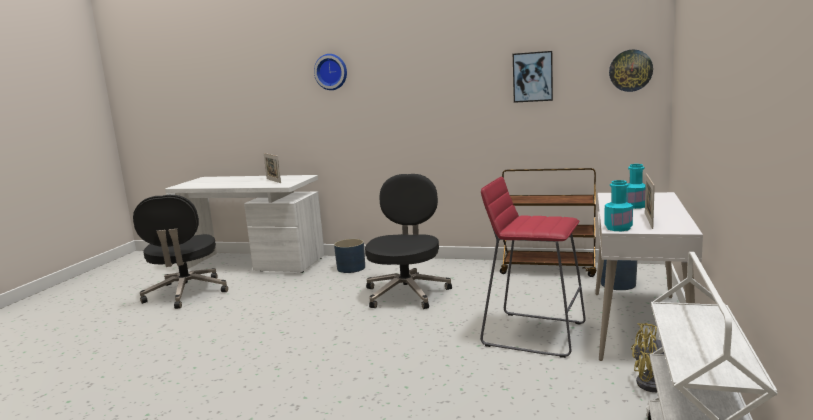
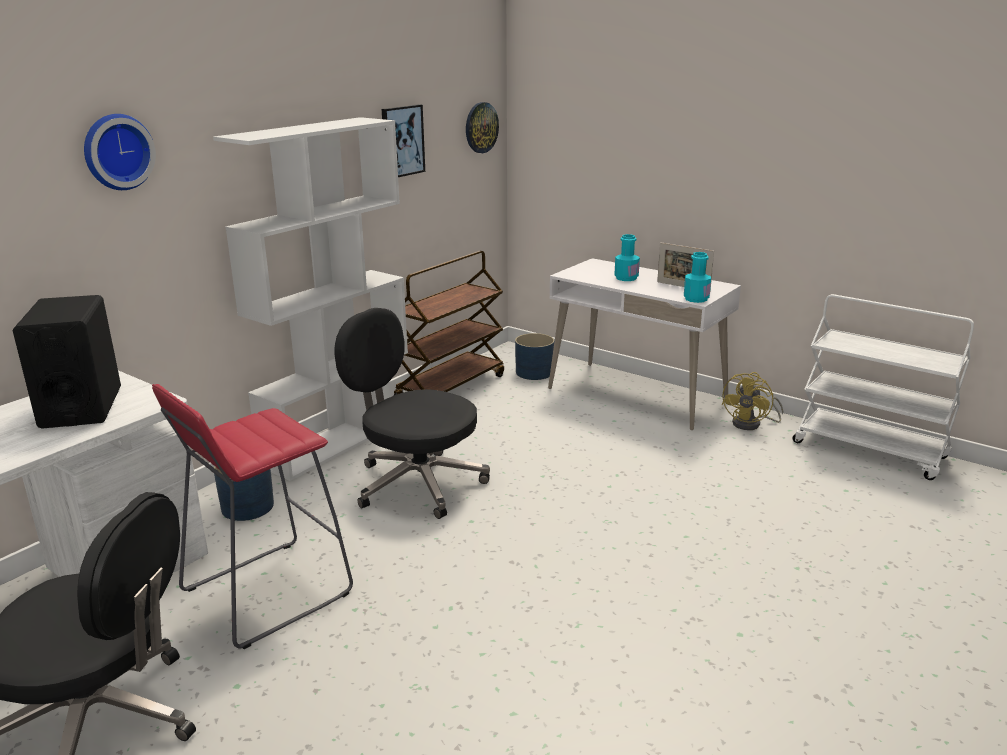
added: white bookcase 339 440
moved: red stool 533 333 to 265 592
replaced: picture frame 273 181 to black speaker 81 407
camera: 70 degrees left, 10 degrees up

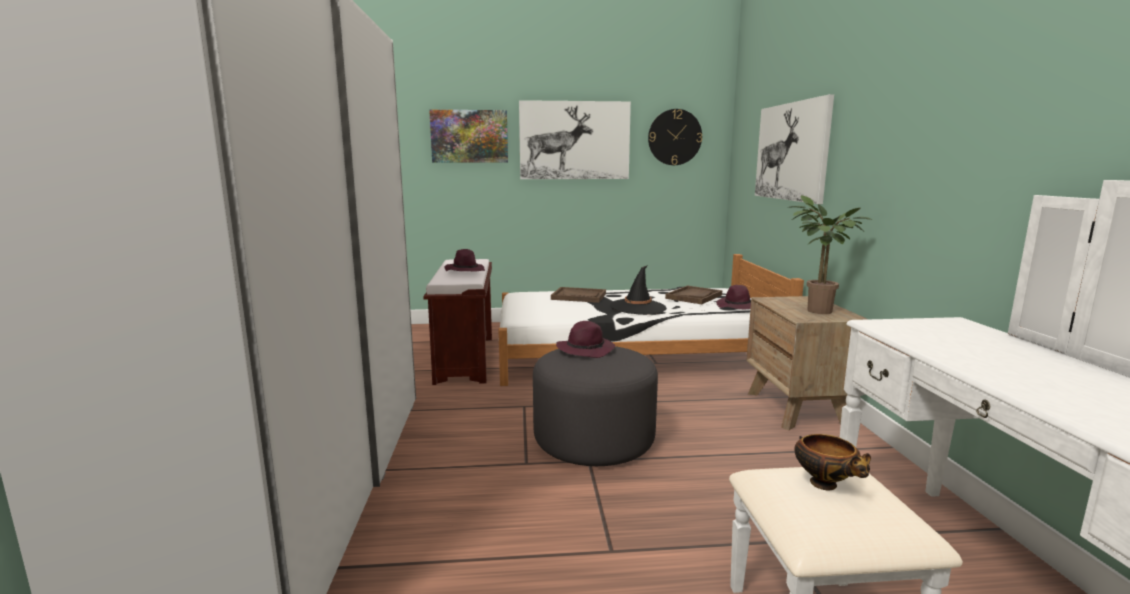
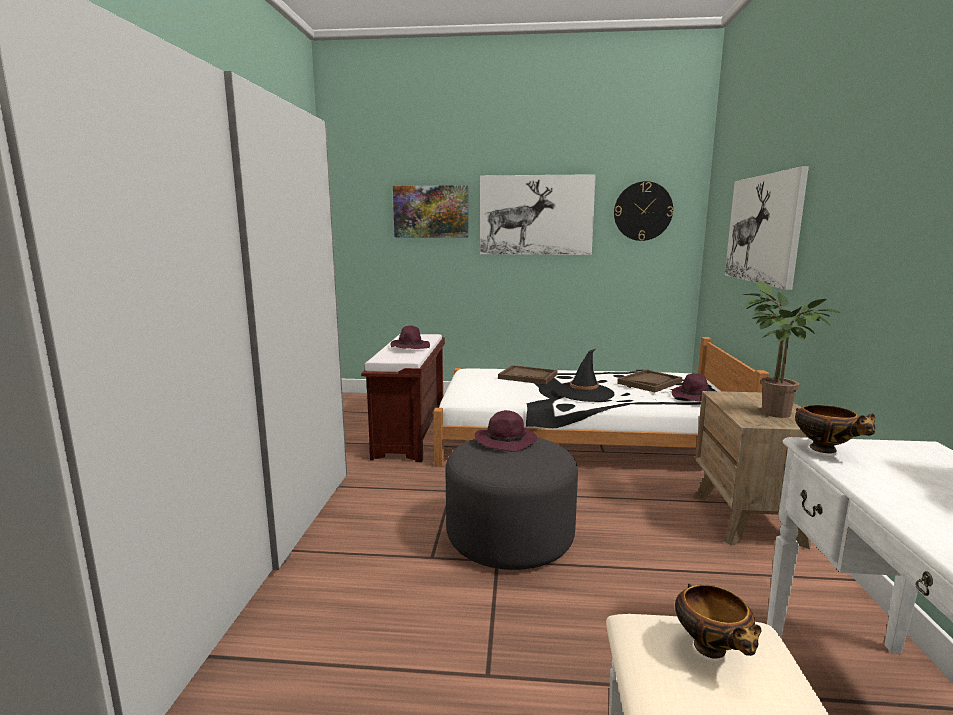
added: bowl 826 450
camera: 10 degrees right, 0 degrees up

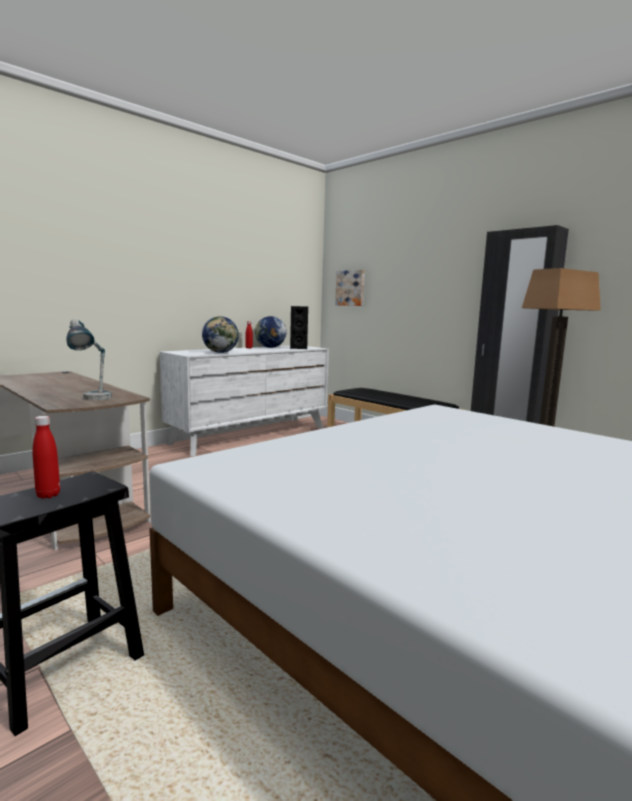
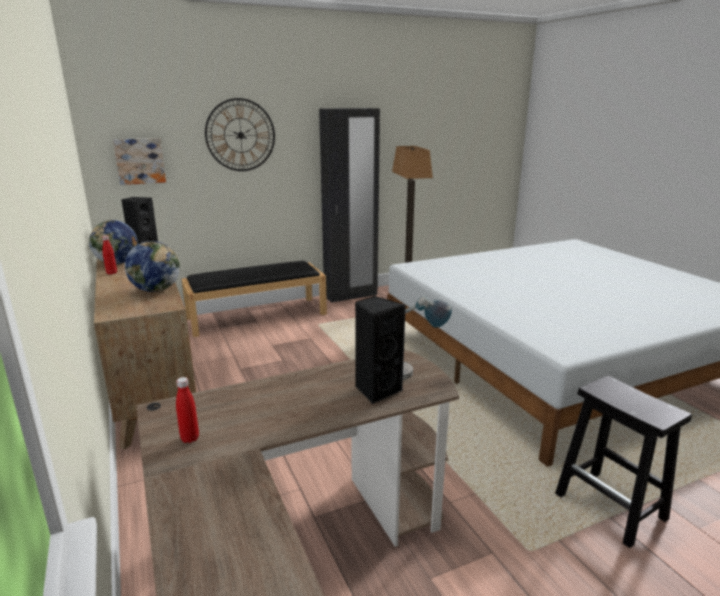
added: wall clock 240 135; black speaker 377 390
moved: red bottle 48 495 to 190 438
recoloured: white dresser 251 435 to brown dresser 151 381
camera: 70 degrees left, 10 degrees up

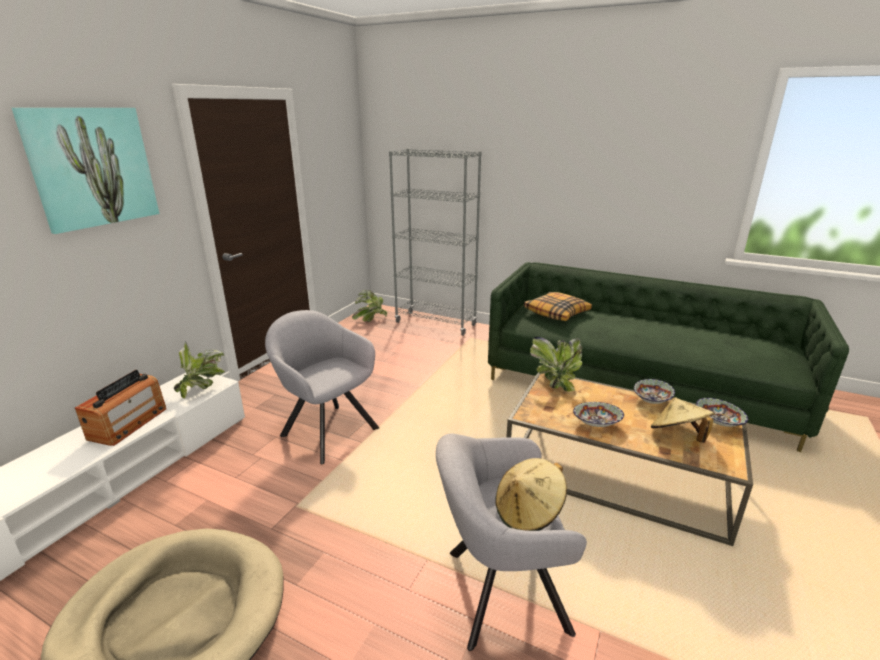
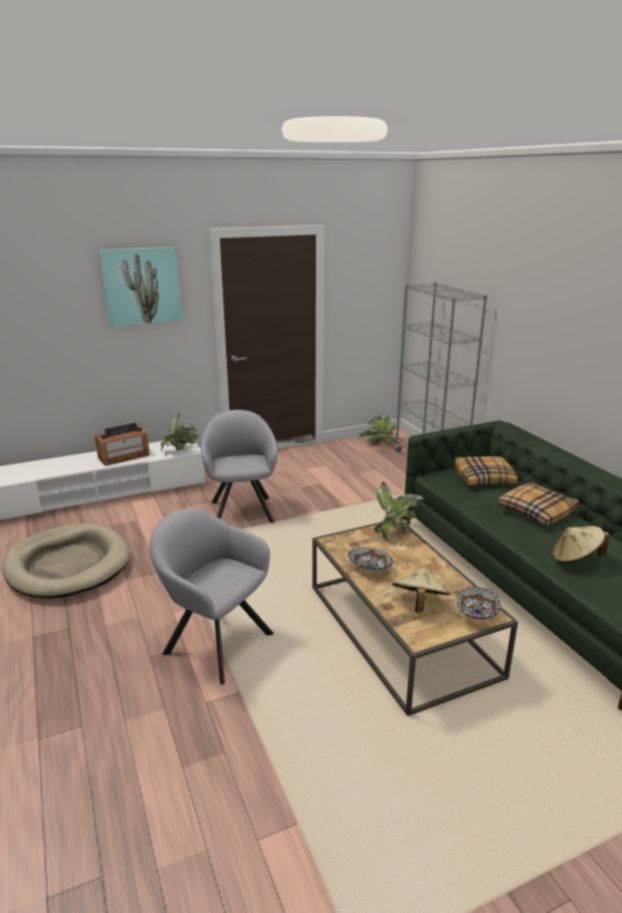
removed: bowl 652 400
added: pillow 536 511
moved: beige hat 528 512 to 575 559
camera: 40 degrees right, 0 degrees up

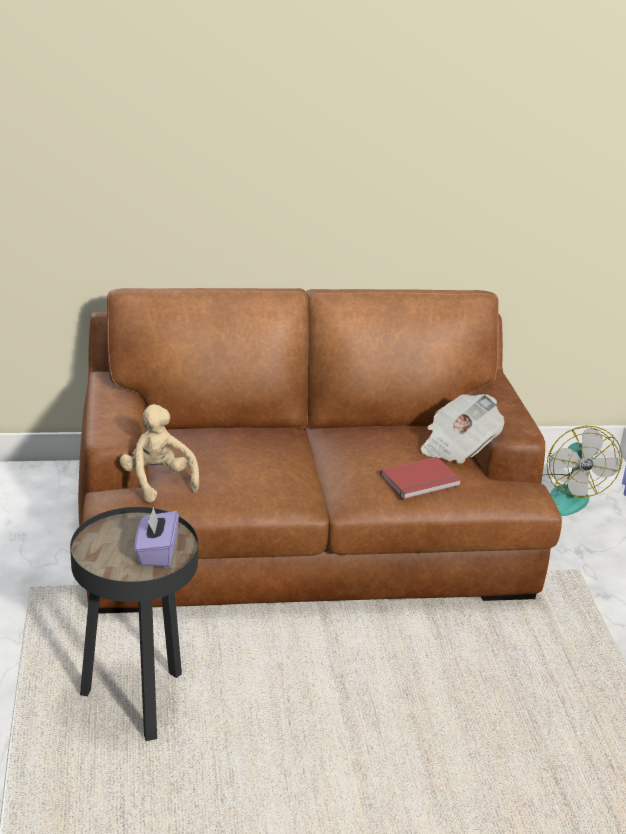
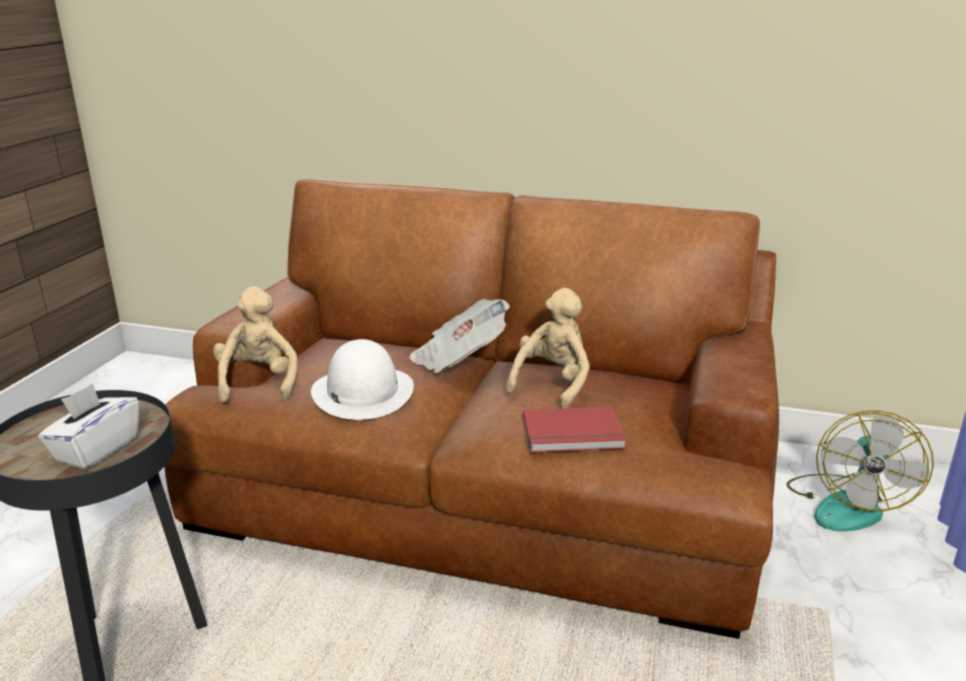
added: beige plush toy 552 384; white hat 362 391
moved: newspaper 458 447 to 459 358
recoloured: purple tissue box 157 553 to white tissue box 96 449
camera: 25 degrees right, 5 degrees down

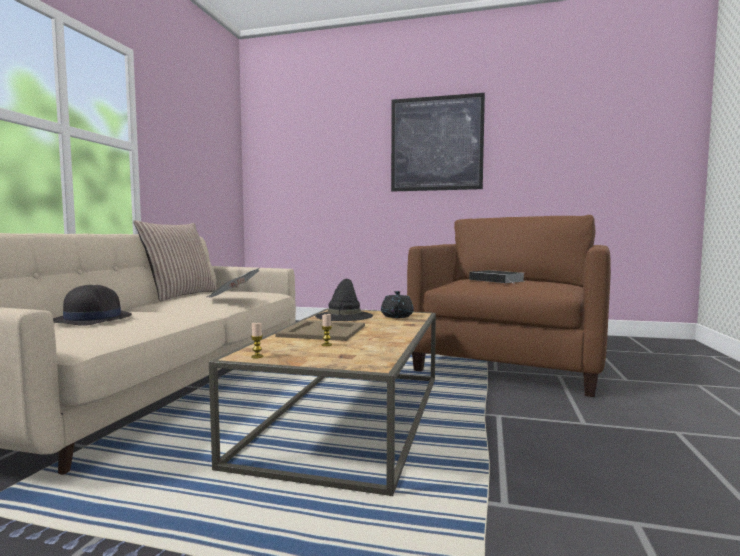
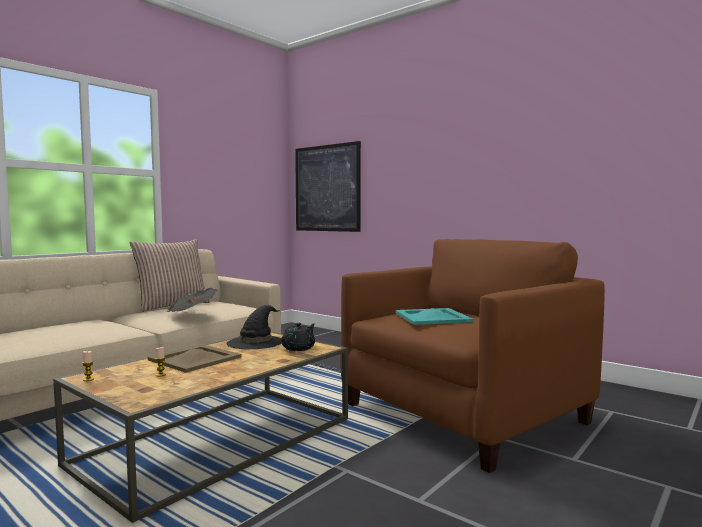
removed: black hat 93 319
moved: picture 436 144 to 327 188
replaced: book 498 280 to turquoise tray 432 317
camera: 25 degrees right, 0 degrees up

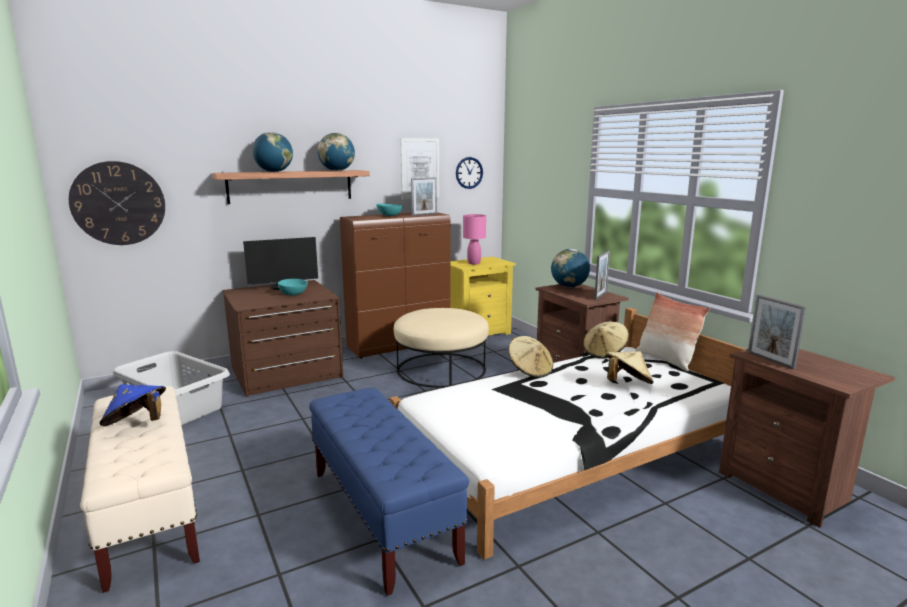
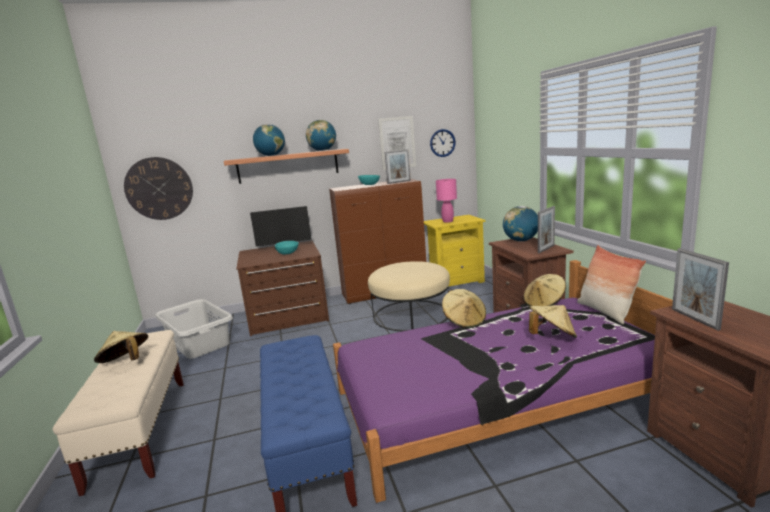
recoloured: white bed 572 452 to purple bed 499 399; blue hat 137 424 to beige hat 126 362
camera: 15 degrees right, 0 degrees up

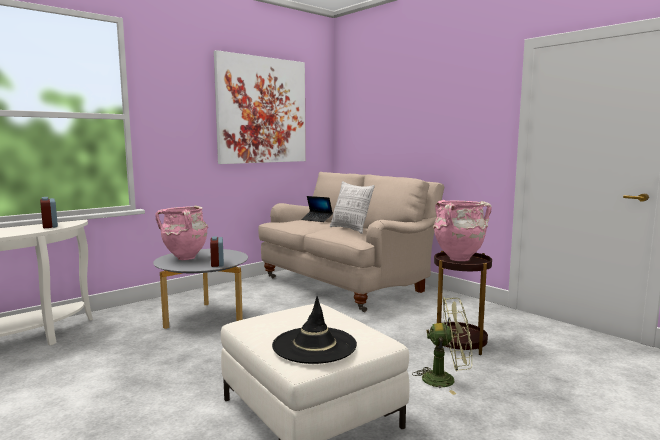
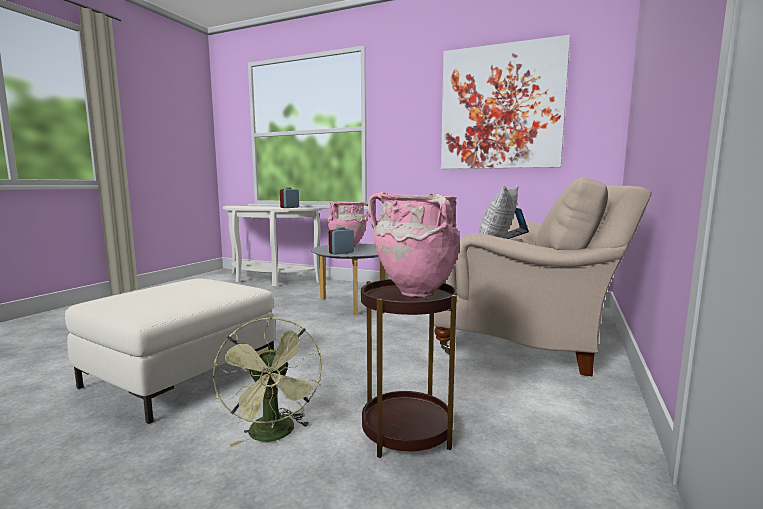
removed: black hat 314 345
camera: 65 degrees right, 0 degrees up

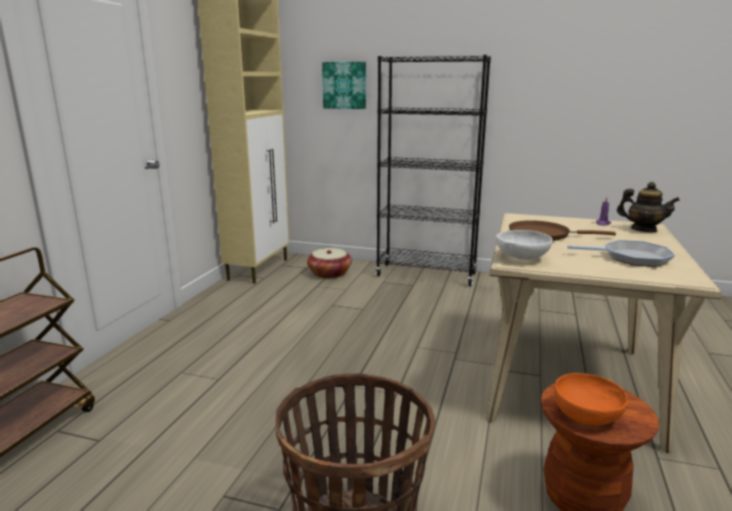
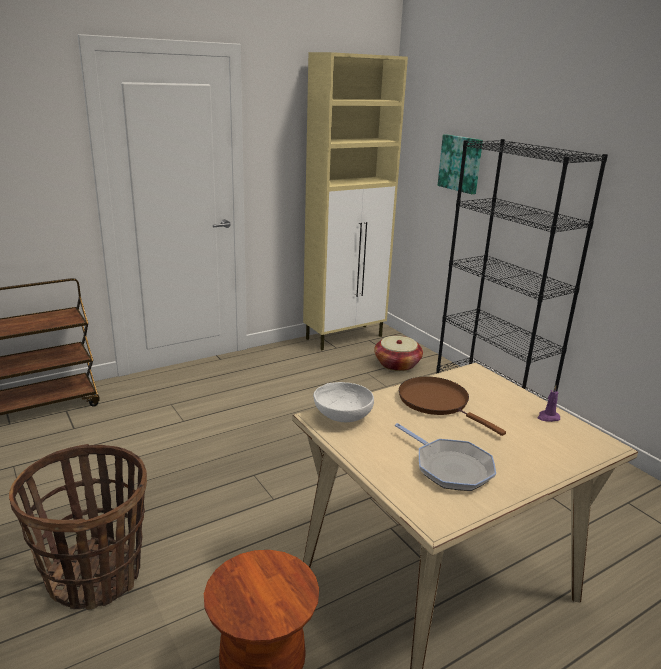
removed: teapot 643 230; orange bowl 586 415
camera: 40 degrees right, 5 degrees up

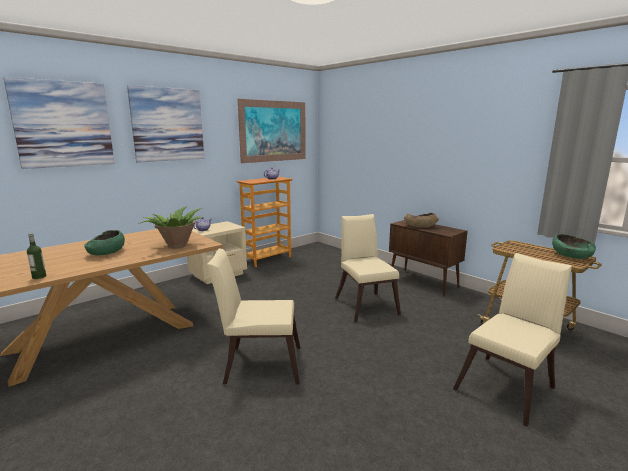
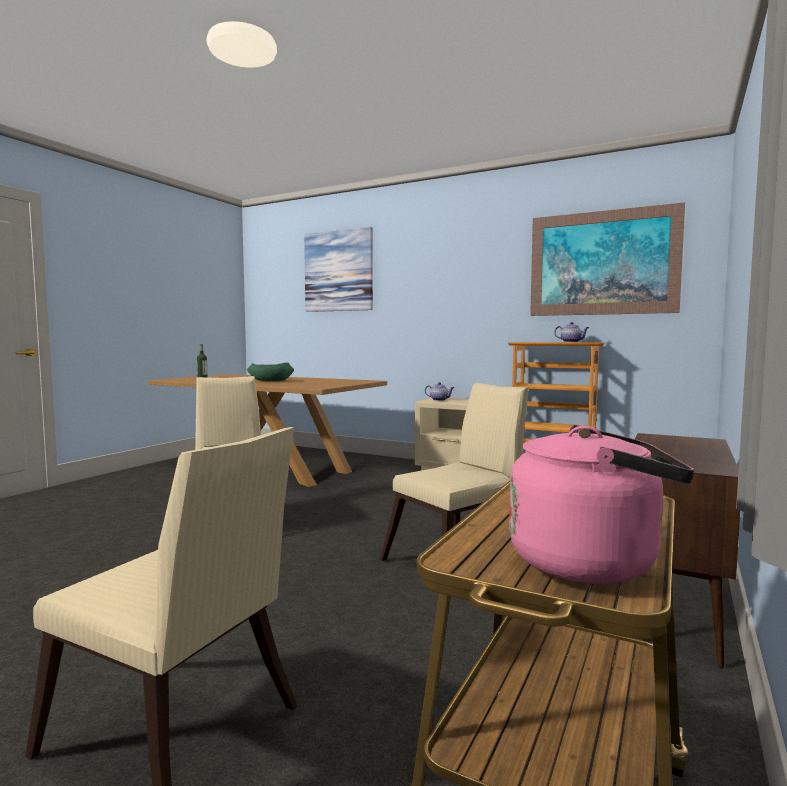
removed: picture 168 124; potted plant 176 246; brown bowl 420 226
replaced: green bowl 571 255 to pink kettle 591 562
camera: 70 degrees right, 10 degrees down

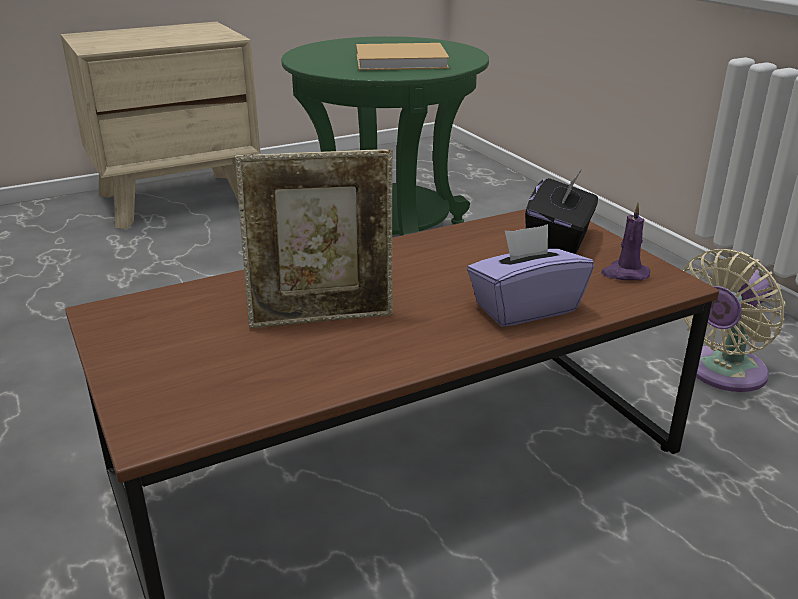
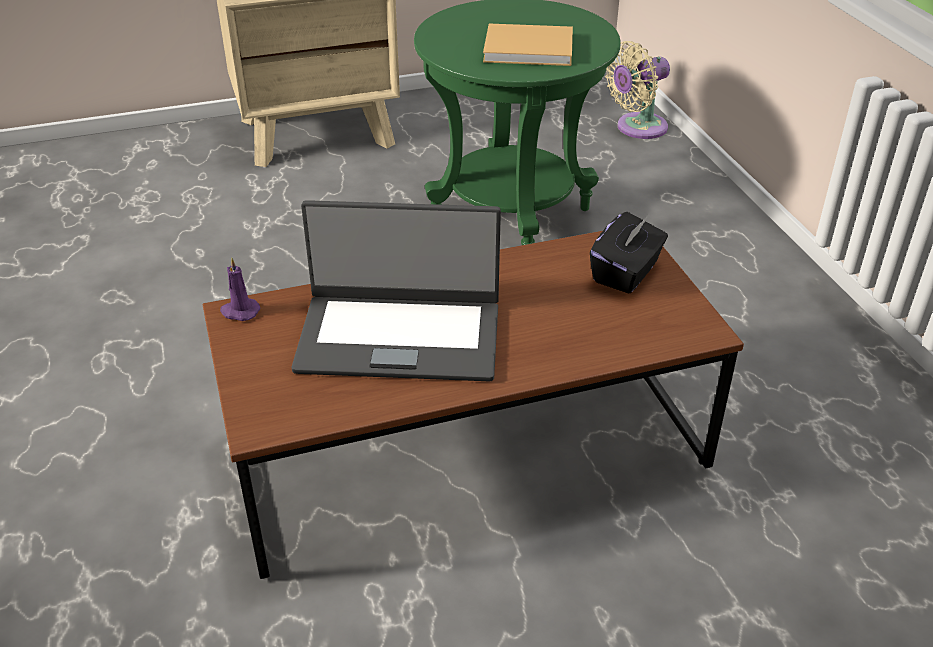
removed: purple tissue box 525 308
moved: purple candle 624 274 to 239 311; beige fan 721 373 to 637 128
replaced: picture frame 322 317 to laptop 399 336
camera: 10 degrees right, 10 degrees up

